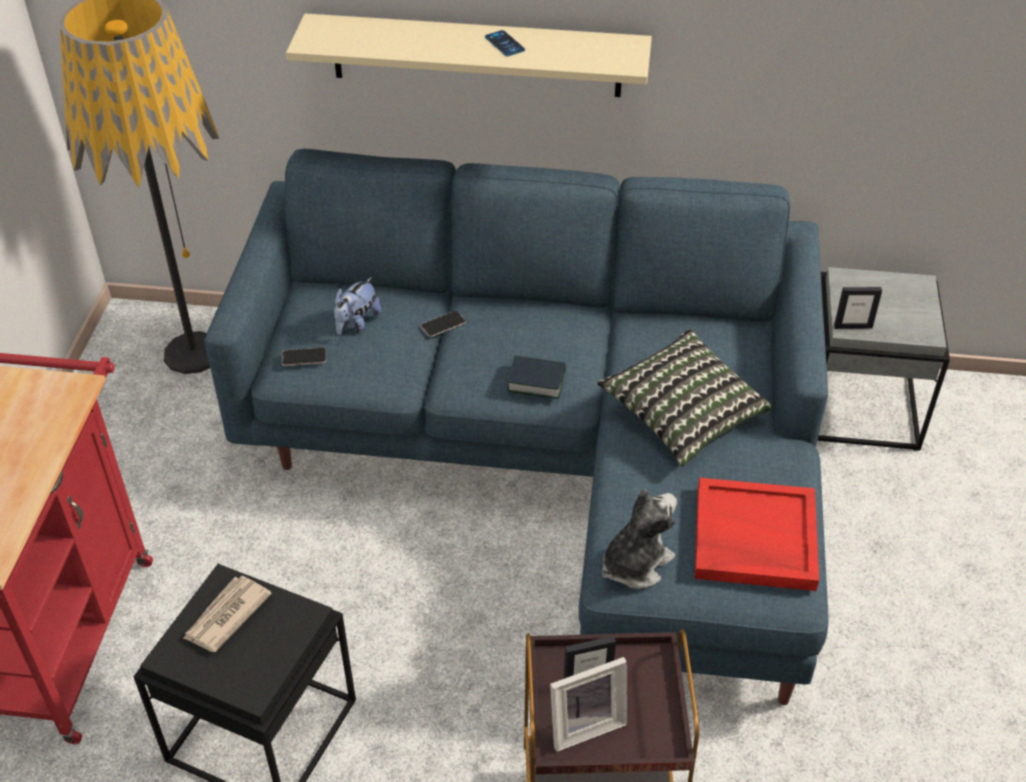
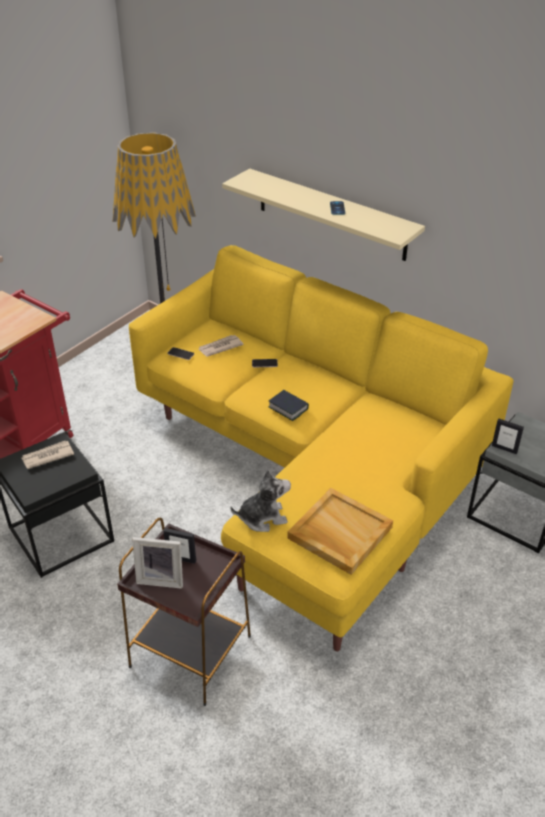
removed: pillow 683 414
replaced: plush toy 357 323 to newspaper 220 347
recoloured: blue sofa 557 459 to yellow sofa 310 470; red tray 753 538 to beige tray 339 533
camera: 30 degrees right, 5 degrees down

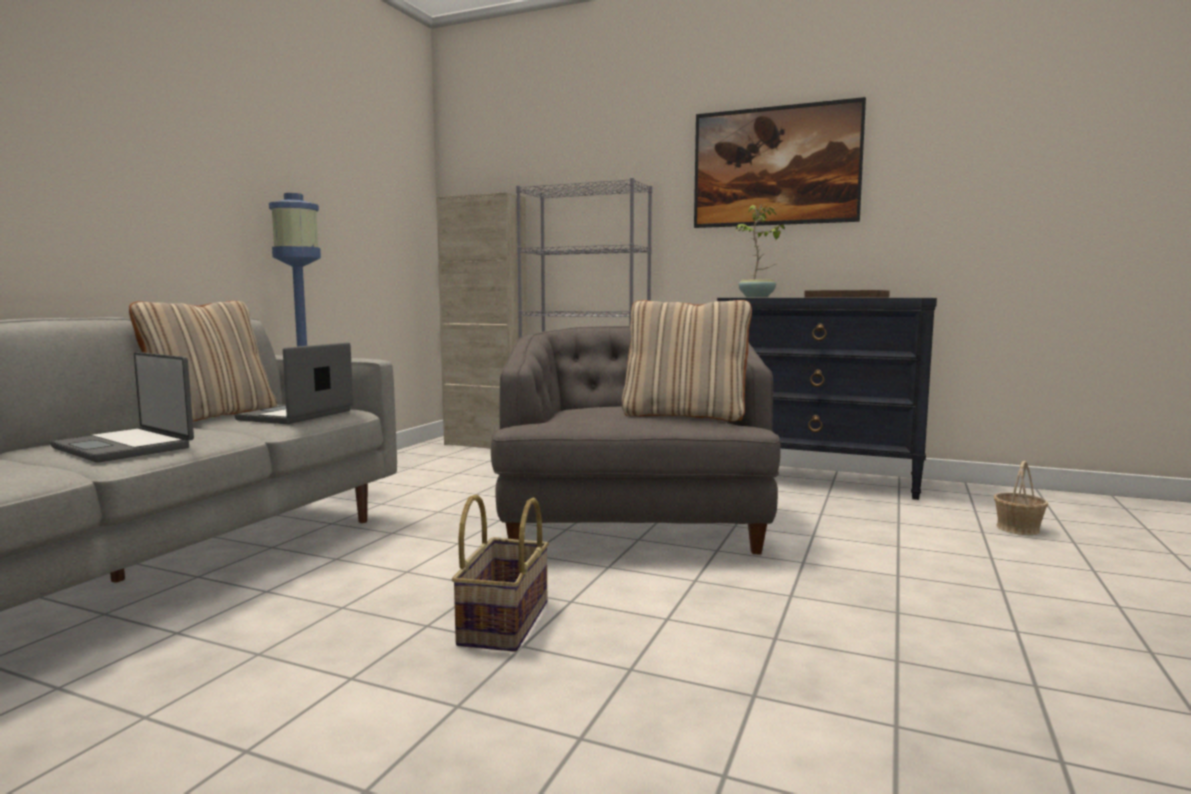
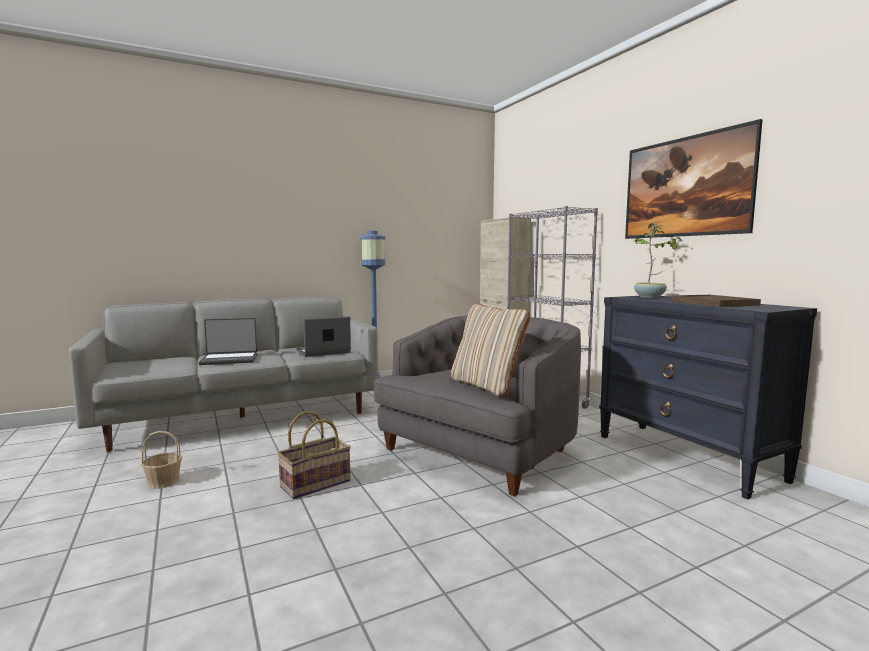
removed: beige pillow 212 416
moved: basket 1017 529 to 163 481
turned: laptop 126 447 = 229 359 90 degrees counterclockwise
camera: 40 degrees right, 0 degrees up

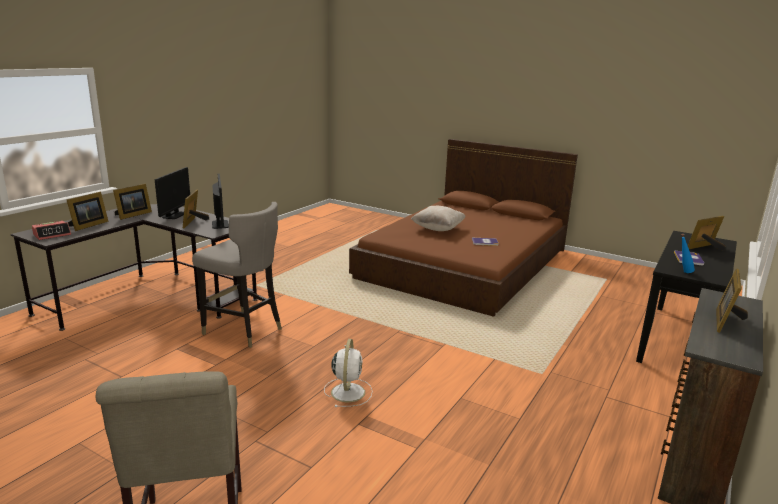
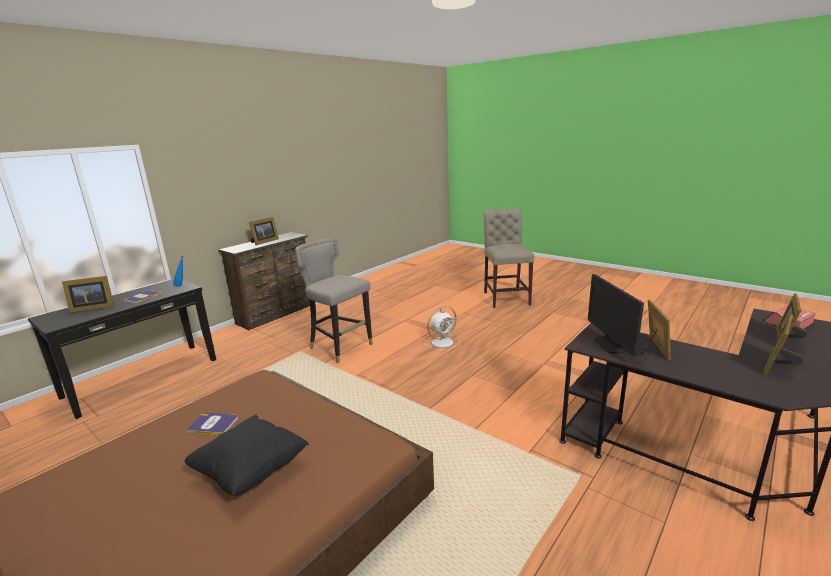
removed: monitor 174 215
moved: grey stool 244 330 to 339 347
recoloured: beige pillow 438 229 to black pillow 251 471
turned: white fan 348 391 = 443 342 135 degrees counterclockwise
camera: 170 degrees left, 0 degrees up

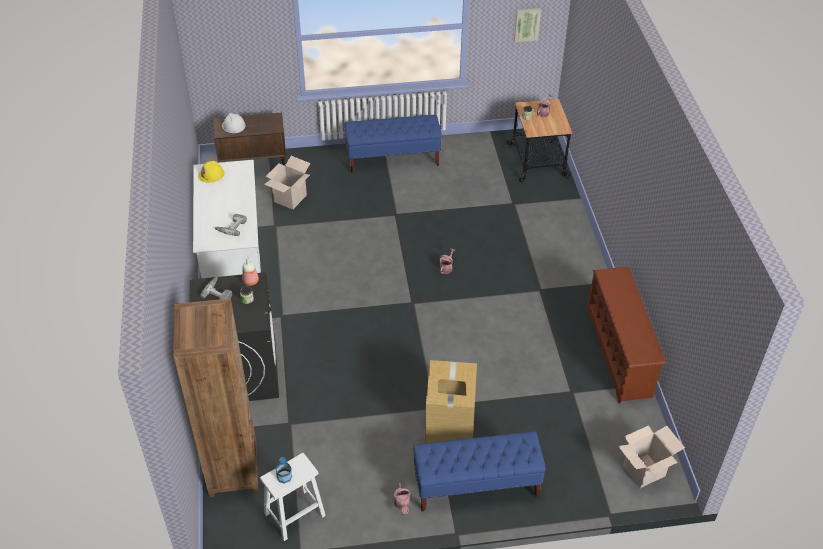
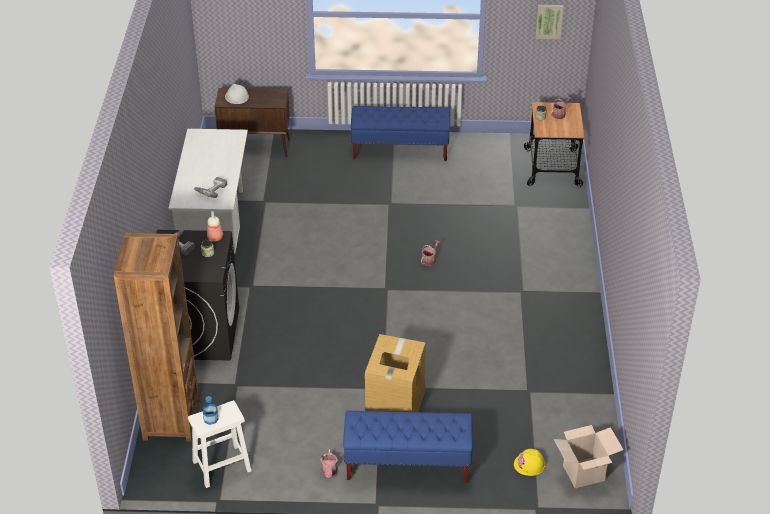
removed: cardboard box 290 198; brown shoe rack 620 353
moved: yellow hard hat 211 174 to 529 464
camera: 10 degrees right, 5 degrees down

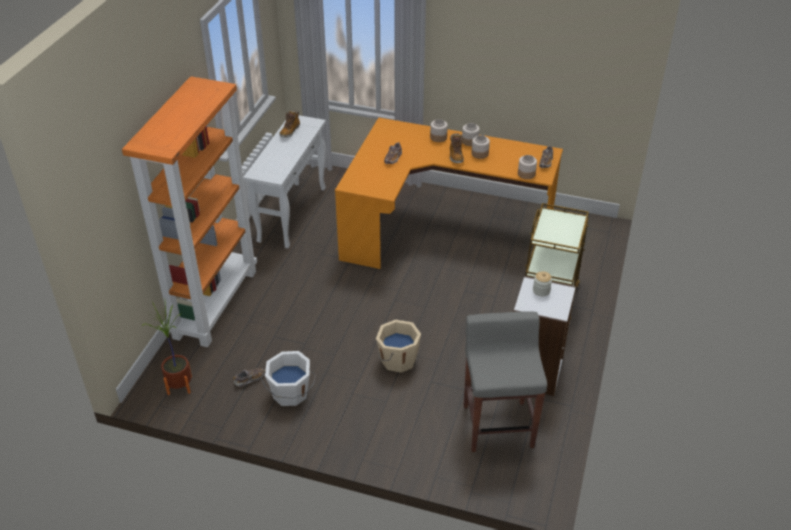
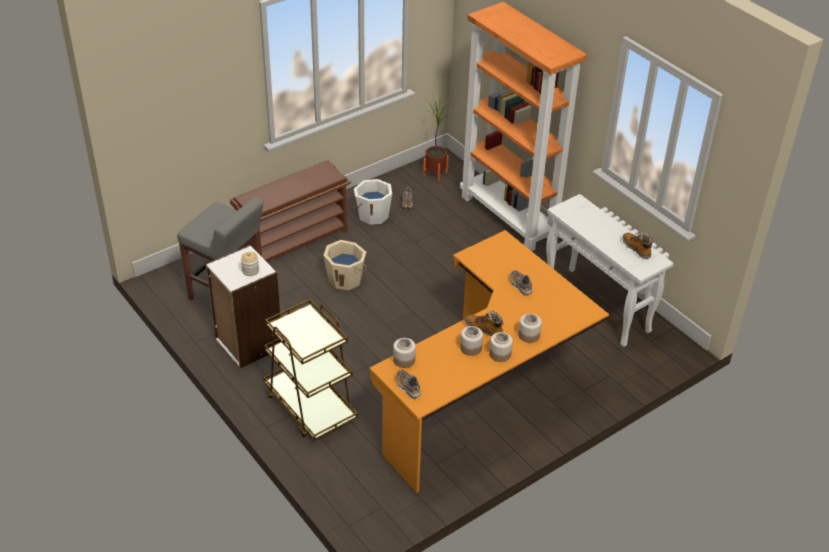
added: brown shoe rack 294 240
camera: 125 degrees right, 0 degrees up

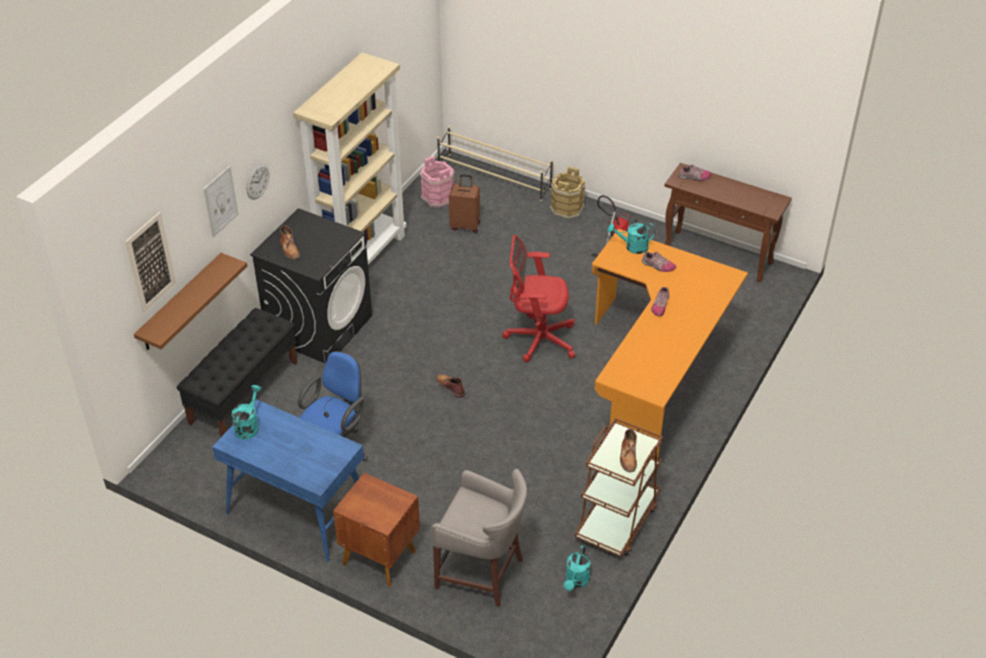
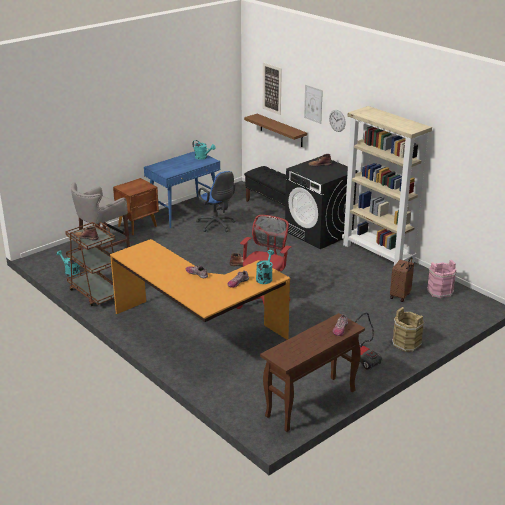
removed: beige shoe rack 494 177
camera: 110 degrees right, 15 degrees down

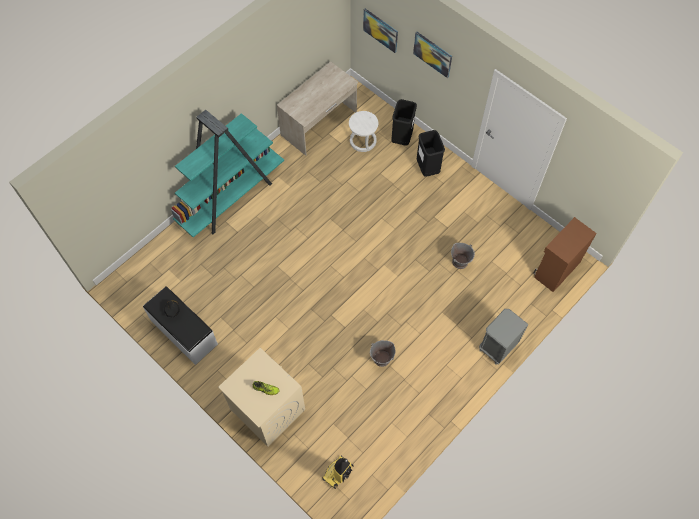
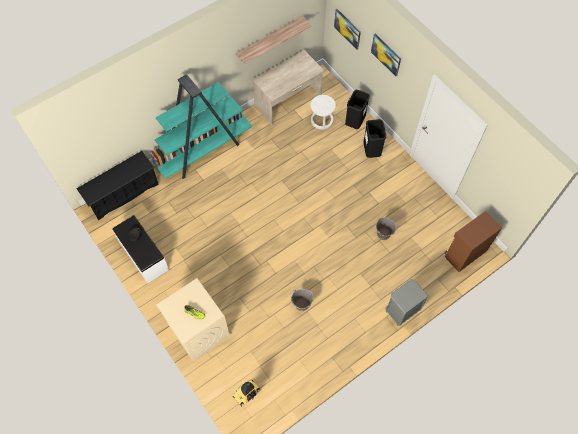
added: shelf 269 39; black shoe rack 123 194
camera: 10 degrees right, 0 degrees up

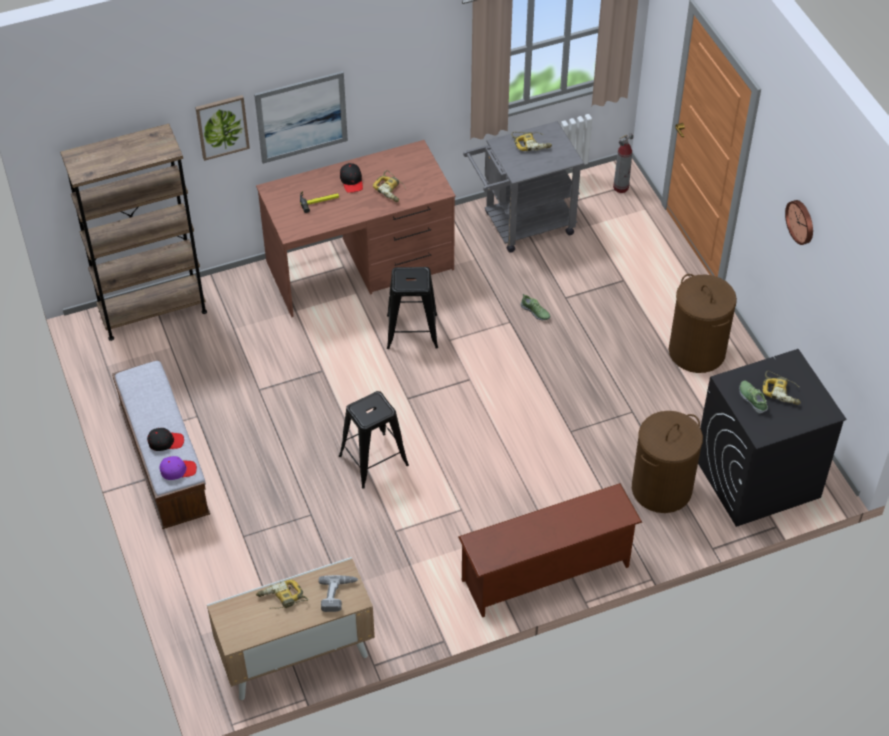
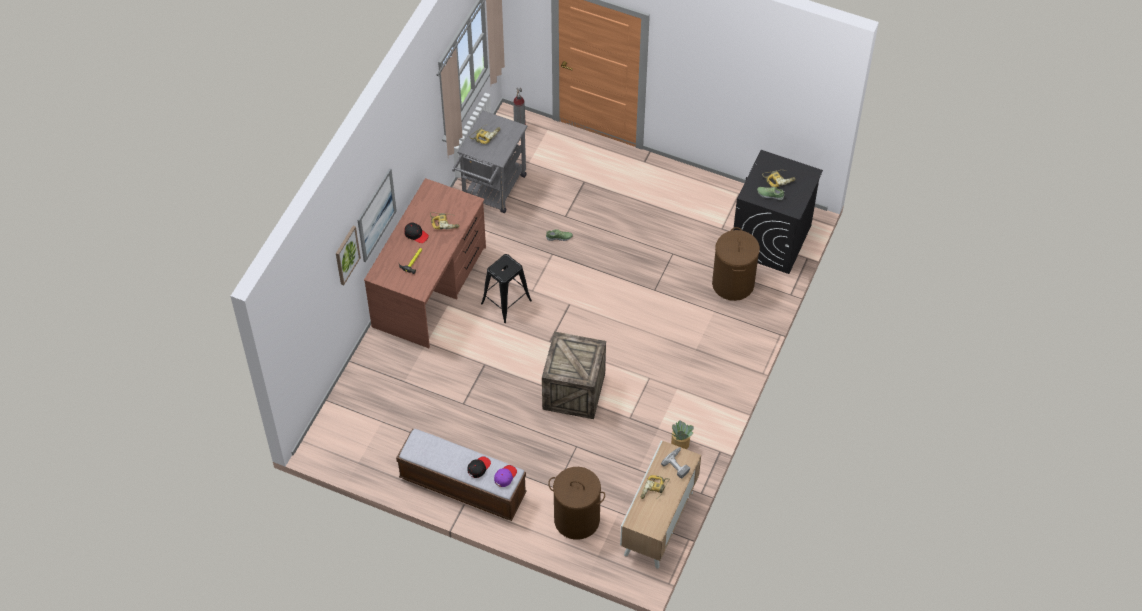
removed: brown bookcase 152 311; wall clock 801 221; brown shoe rack 546 574
added: potted plant 680 443
moved: brown laundry basket 696 351 to 576 519
replaced: black stool 373 460 to crate 573 390
camera: 45 degrees left, 5 degrees up

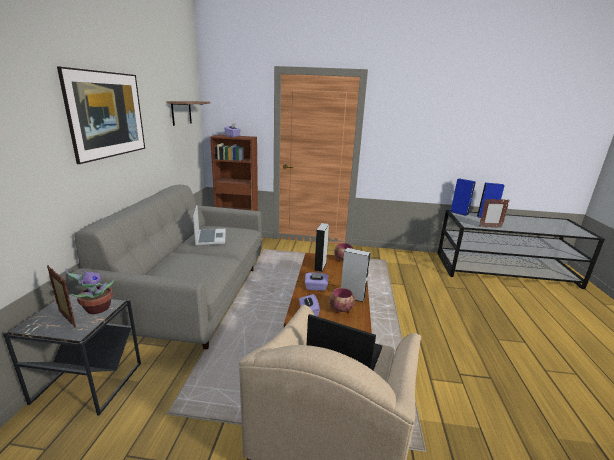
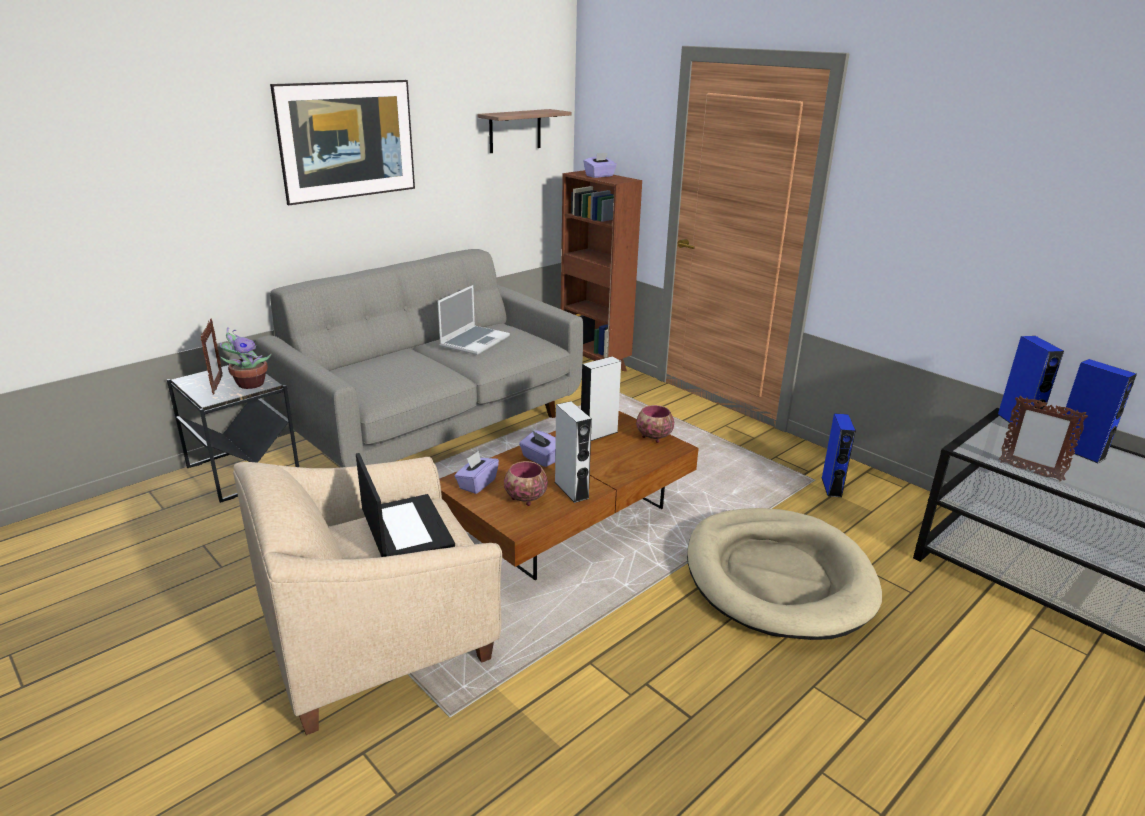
added: blue speaker 831 487; beige dog bed 777 577
camera: 40 degrees right, 5 degrees up

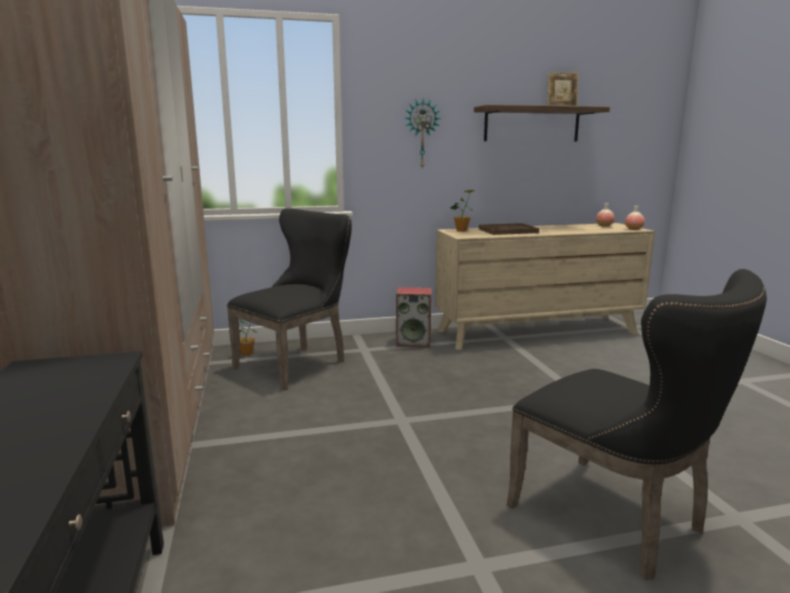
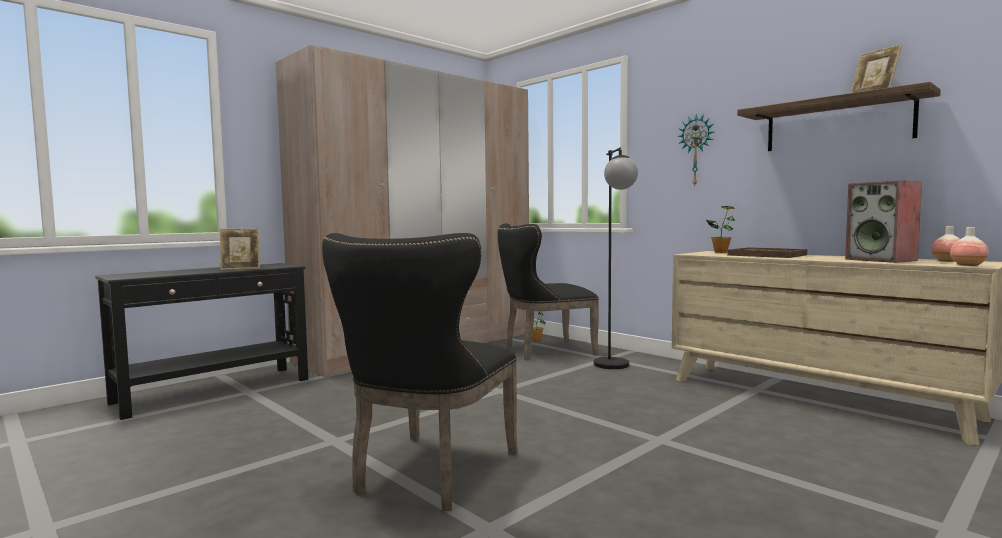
added: black floor lamp 615 368; picture frame 241 269
moved: speaker 414 342 to 881 260
turned: black chair 297 363 = 544 351 150 degrees clockwise
camera: 60 degrees right, 10 degrees down

